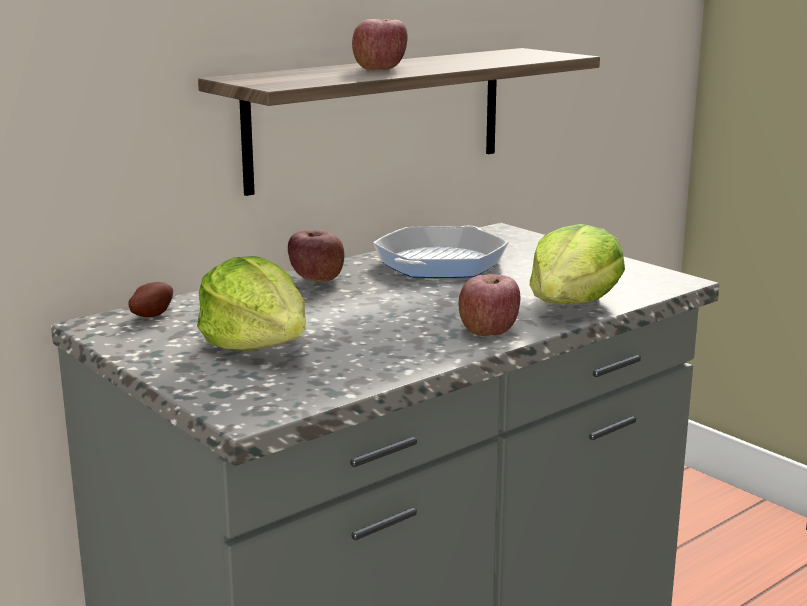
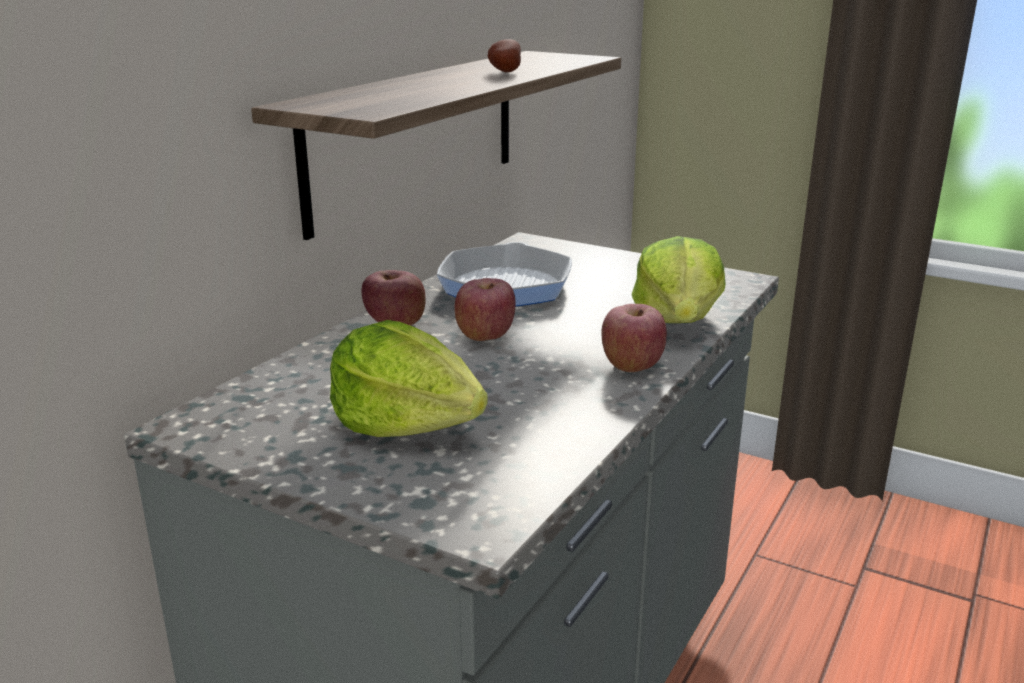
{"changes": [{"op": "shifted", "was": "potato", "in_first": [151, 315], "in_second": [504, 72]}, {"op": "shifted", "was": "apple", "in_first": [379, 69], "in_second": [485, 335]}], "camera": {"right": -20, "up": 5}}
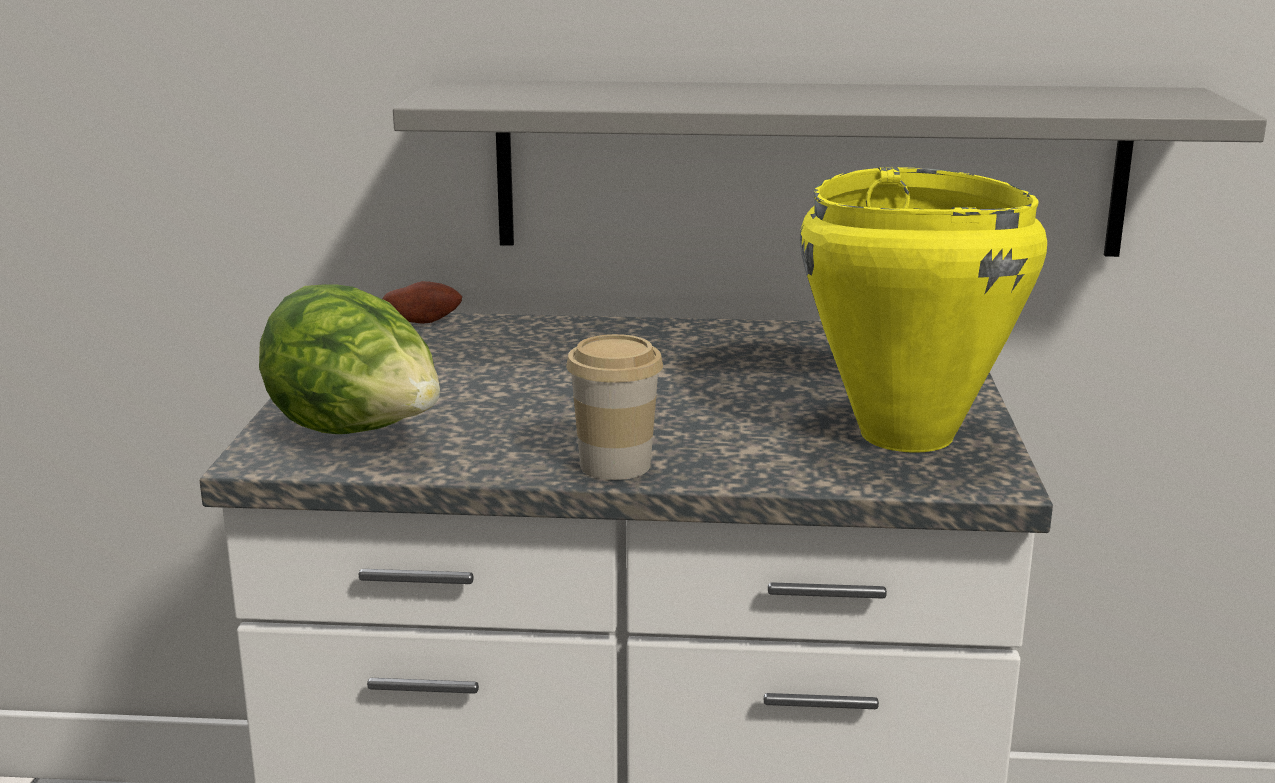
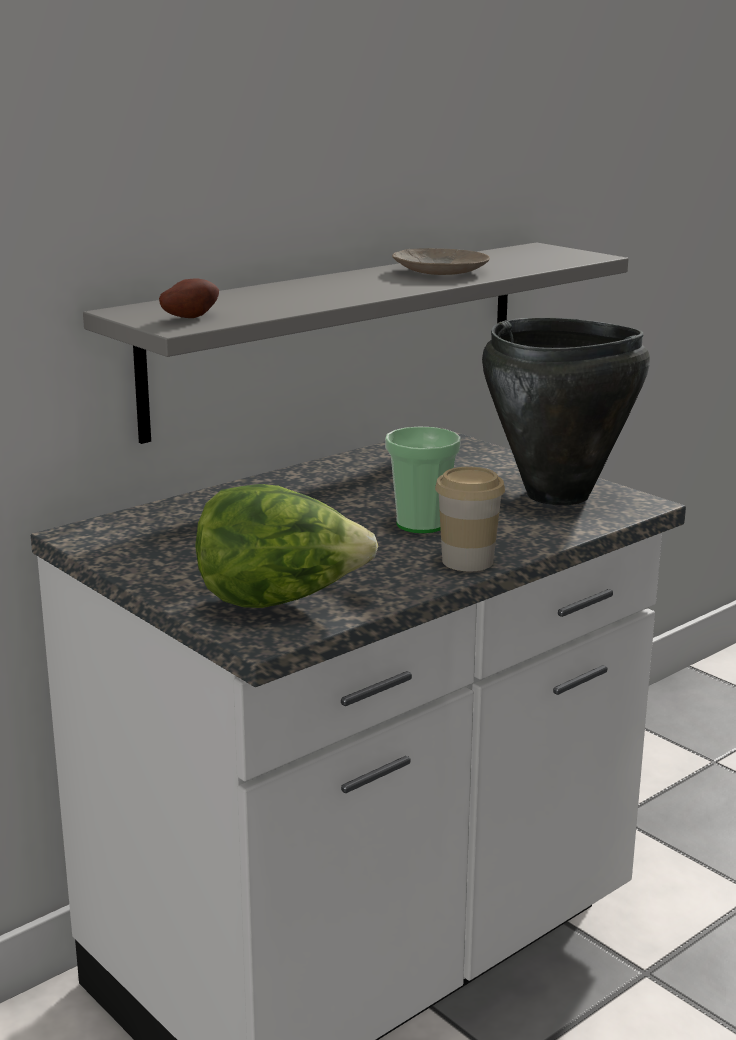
{"changes": [{"op": "new", "now": "cup", "in_second": [421, 524]}, {"op": "new", "now": "beige_plate", "in_second": [439, 271]}, {"op": "shifted", "was": "potato", "in_first": [423, 321], "in_second": [189, 317]}, {"op": "repainted", "was": "yellow_cooking_pot", "now": "black_cooking_pot", "in_first": [905, 435], "in_second": [558, 495]}], "camera": {"right": -45, "up": 0}}
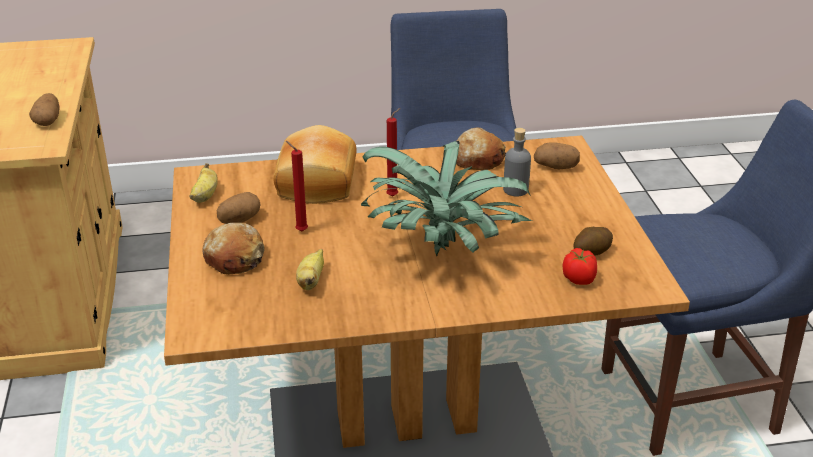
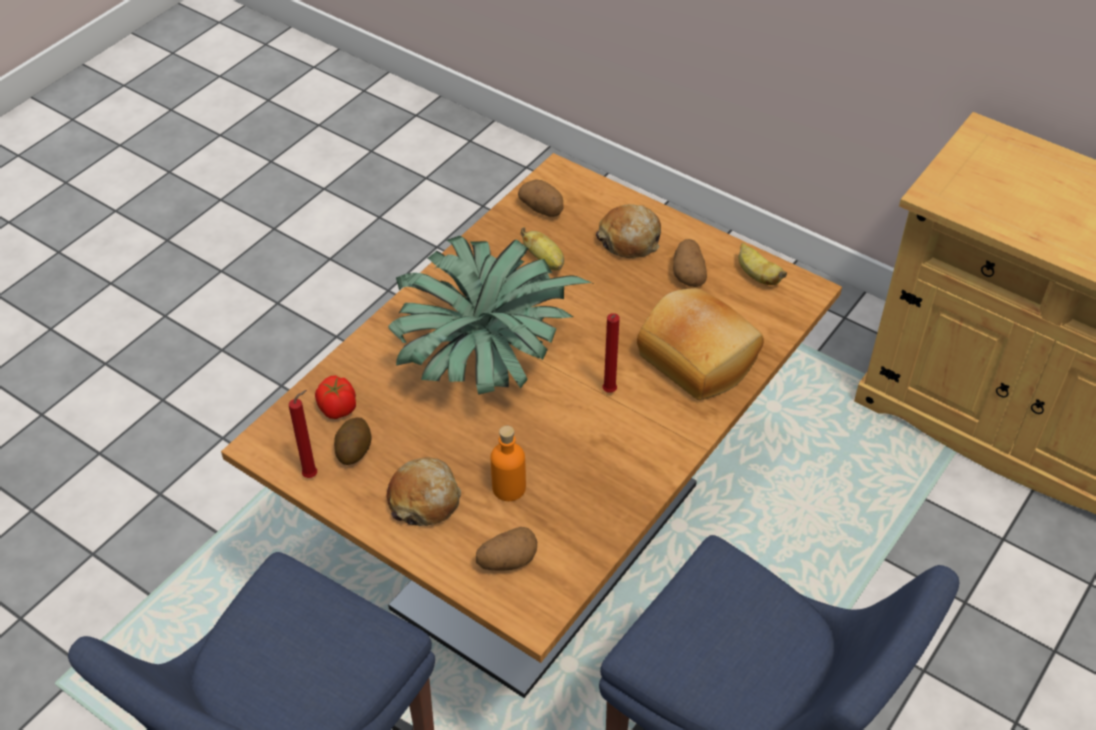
{"changes": [{"op": "shifted", "was": "potato", "in_first": [48, 121], "in_second": [542, 209]}, {"op": "shifted", "was": "red_candle", "in_first": [300, 230], "in_second": [313, 475]}, {"op": "shifted", "was": "bread", "in_first": [477, 159], "in_second": [425, 500]}, {"op": "repainted", "was": "grey_bottle", "now": "orange_bottle", "in_first": [515, 190], "in_second": [509, 488]}], "camera": {"right": 135, "up": 15}}
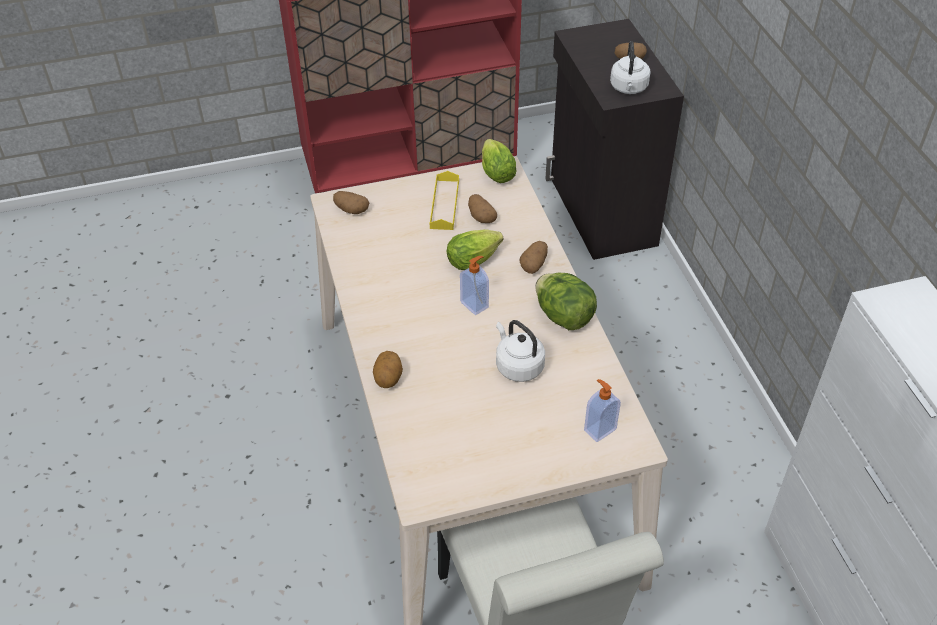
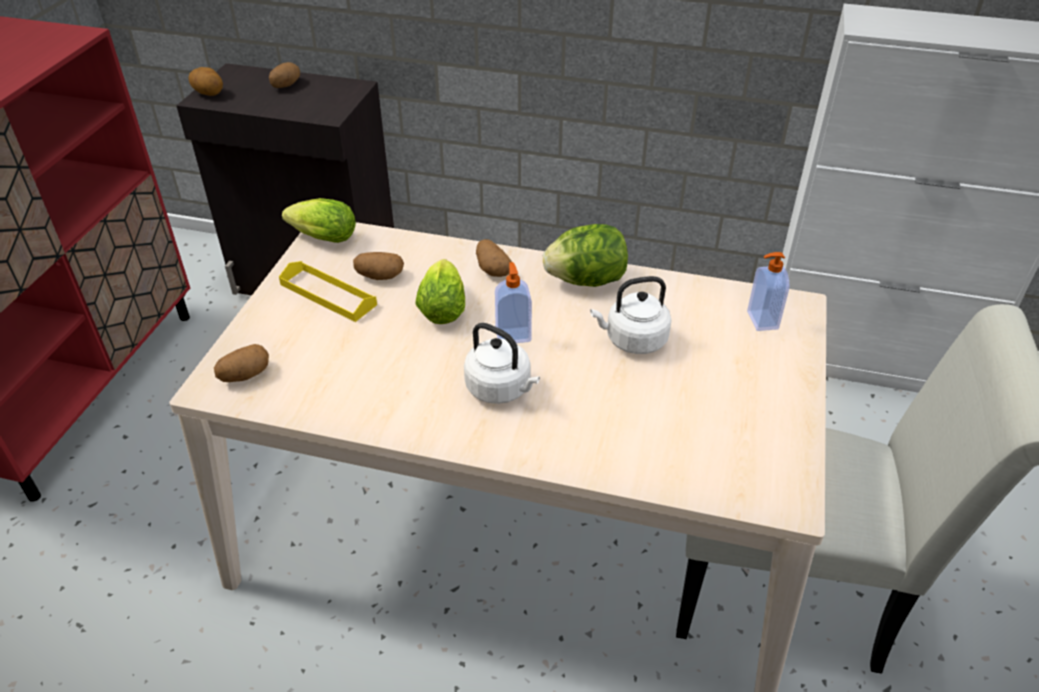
{"changes": [{"op": "shifted", "was": "potato", "in_first": [388, 378], "in_second": [209, 93]}, {"op": "shifted", "was": "white_kettle", "in_first": [628, 88], "in_second": [501, 389]}], "camera": {"right": -60, "up": -5}}
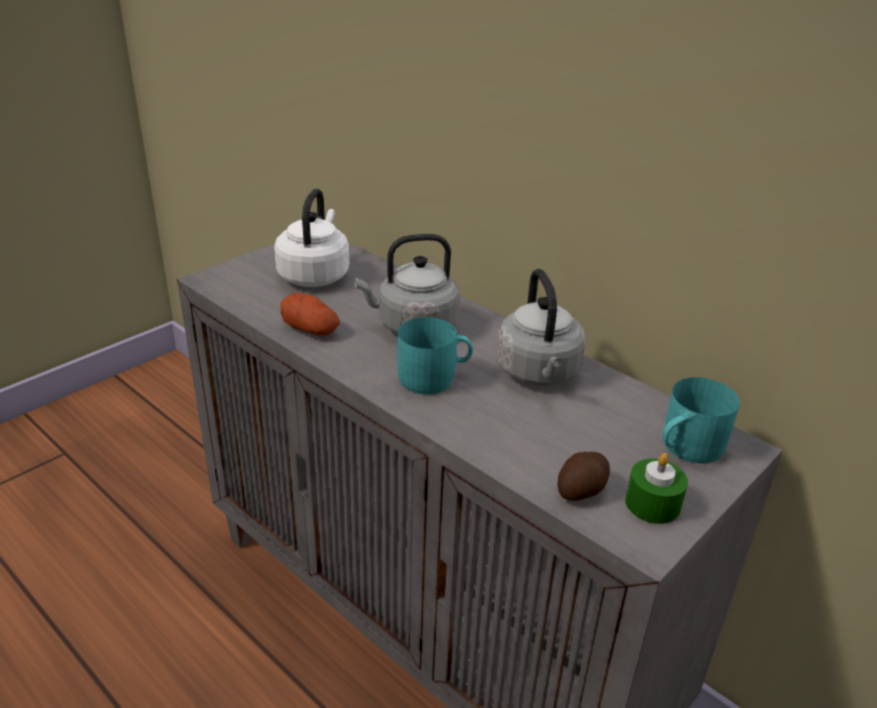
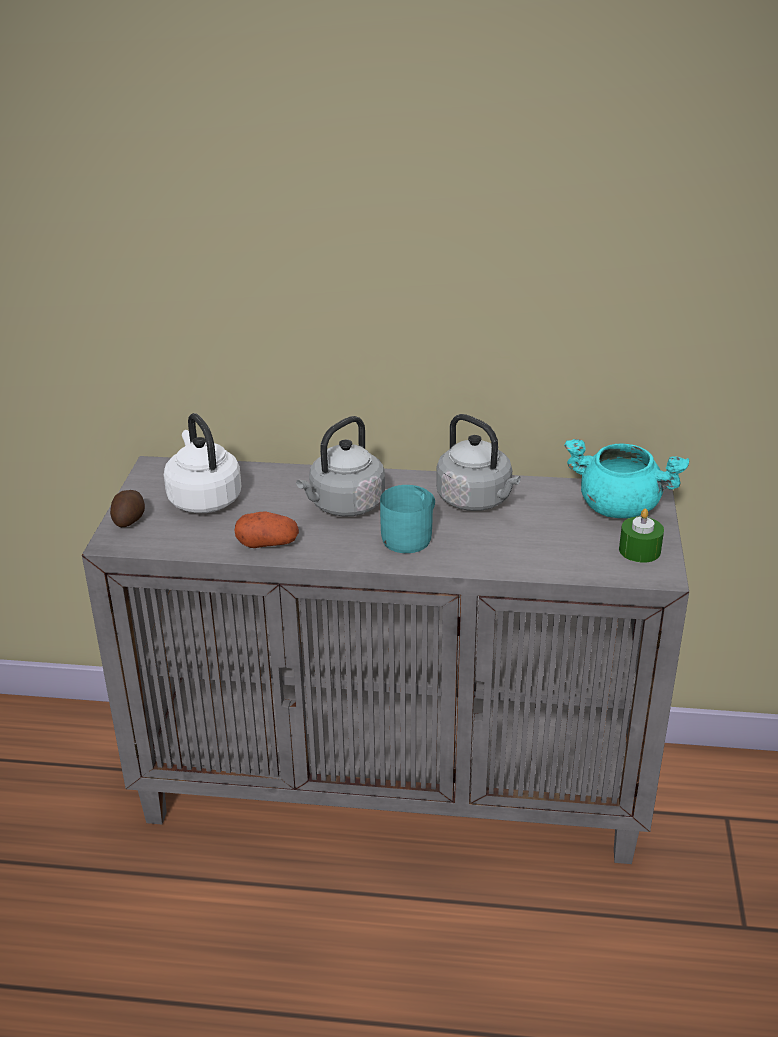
{"changes": [{"op": "shifted", "was": "potato", "in_first": [583, 490], "in_second": [130, 519]}, {"op": "swapped", "was": "turquoise_mug", "now": "turquoise_cooking_pot", "in_first": [686, 447], "in_second": [620, 507]}], "camera": {"right": -35, "up": 0}}
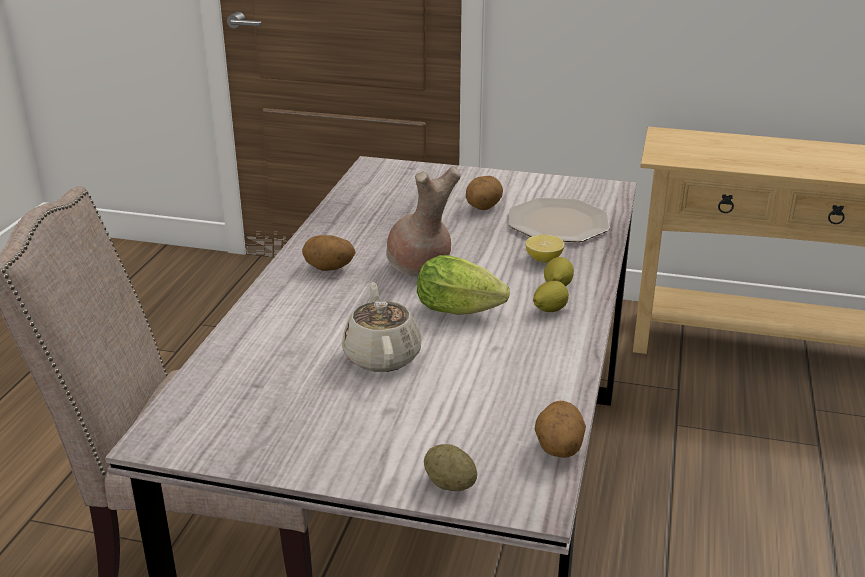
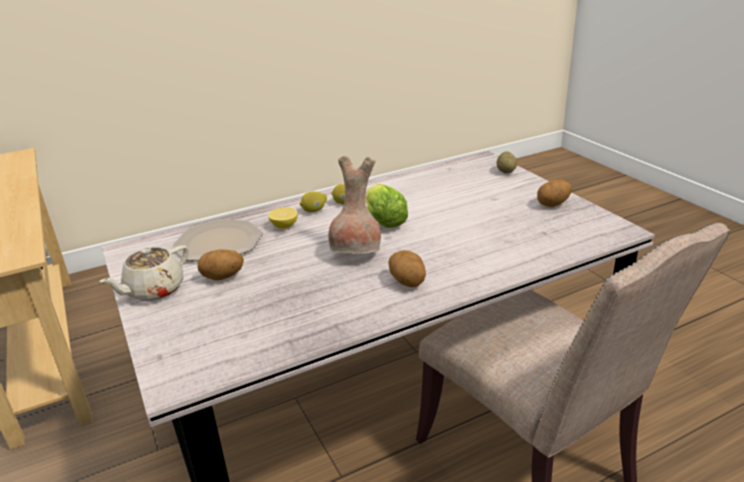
{"changes": [{"op": "shifted", "was": "beige_teapot", "in_first": [382, 356], "in_second": [154, 290]}, {"op": "shifted", "was": "potato", "in_first": [558, 449], "in_second": [553, 205]}], "camera": {"right": -130, "up": 0}}
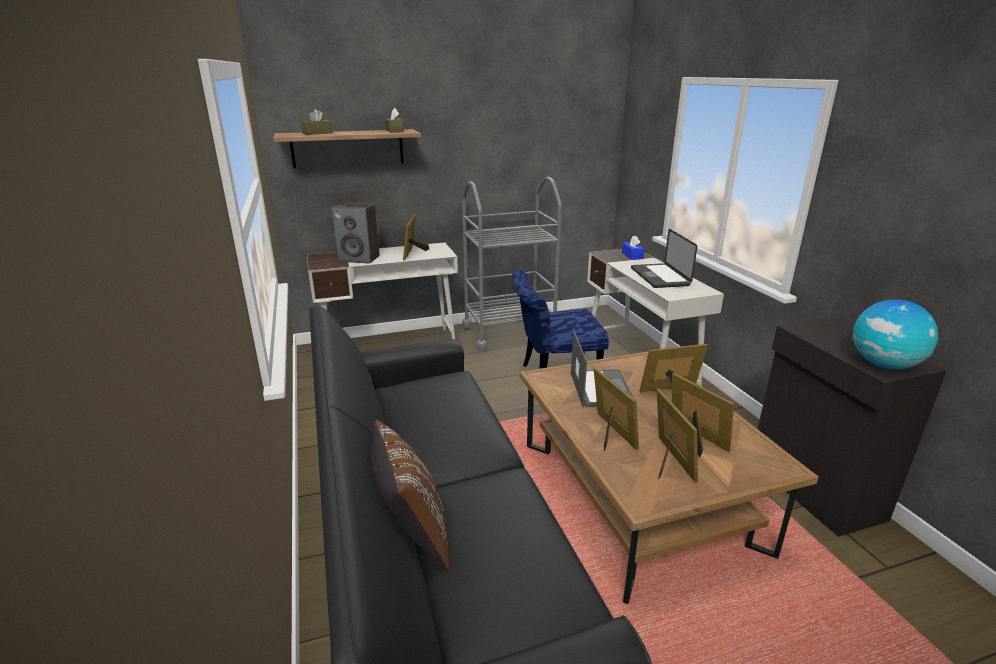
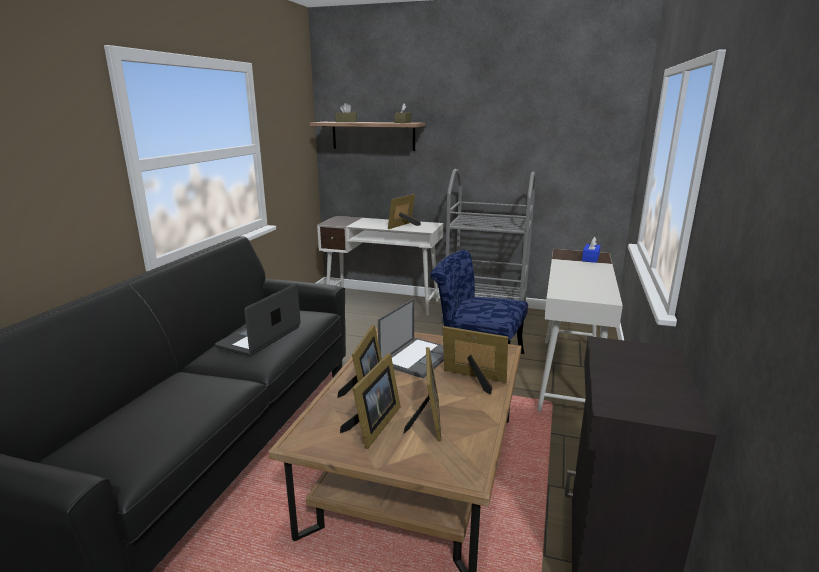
{"changes": [{"op": "gone", "was": "speaker", "in_first": [359, 258]}, {"op": "gone", "was": "brown_pillow", "in_first": [412, 536]}, {"op": "gone", "was": "globe", "in_first": [884, 365]}, {"op": "shifted", "was": "laptop", "in_first": [659, 277], "in_second": [259, 337]}], "camera": {"right": 35, "up": -5}}
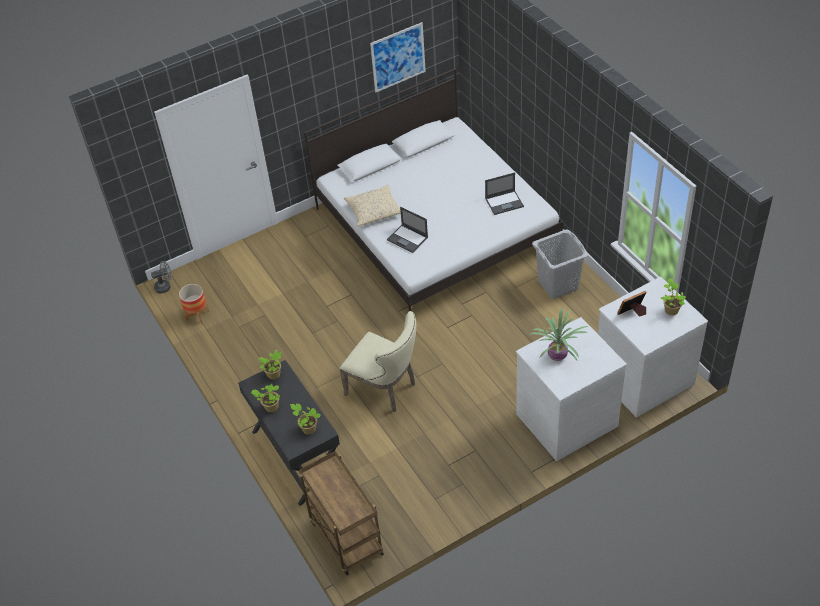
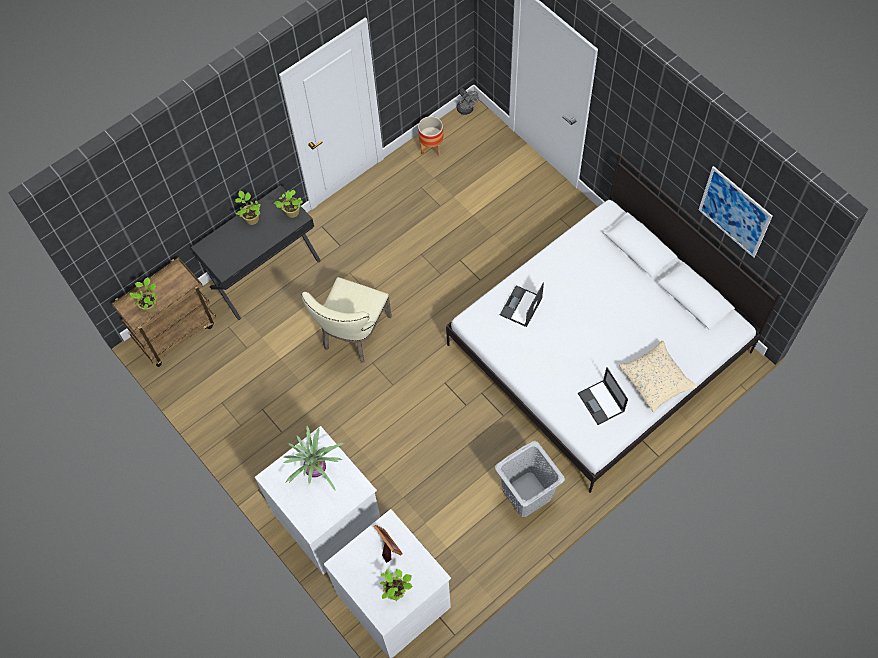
{"changes": [{"op": "shifted", "was": "potted_plant", "in_first": [307, 428], "in_second": [150, 306]}, {"op": "shifted", "was": "beige_pillow", "in_first": [374, 211], "in_second": [656, 380]}], "camera": {"right": 80, "up": 15}}
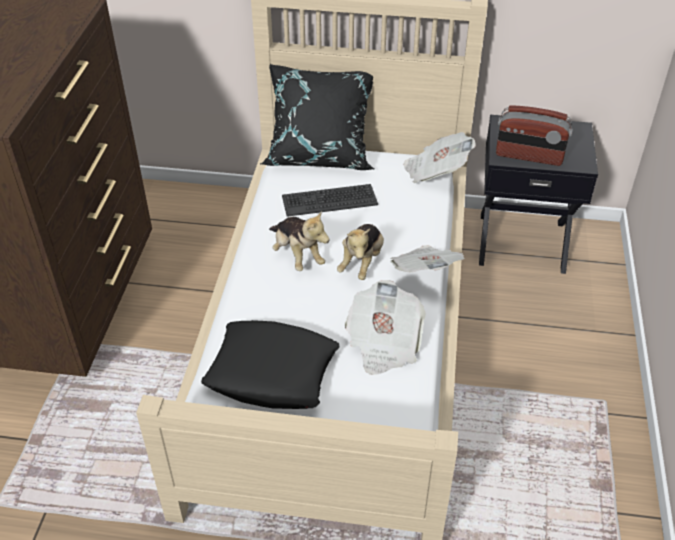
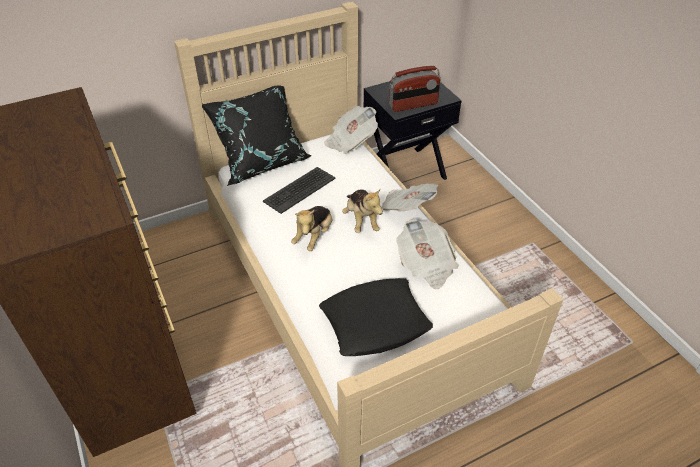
{"changes": [{"op": "rotated", "was": "plush_toy", "in_first": [297, 255], "in_second": [314, 236], "clockwise": 90}], "camera": {"right": -35, "up": 0}}
